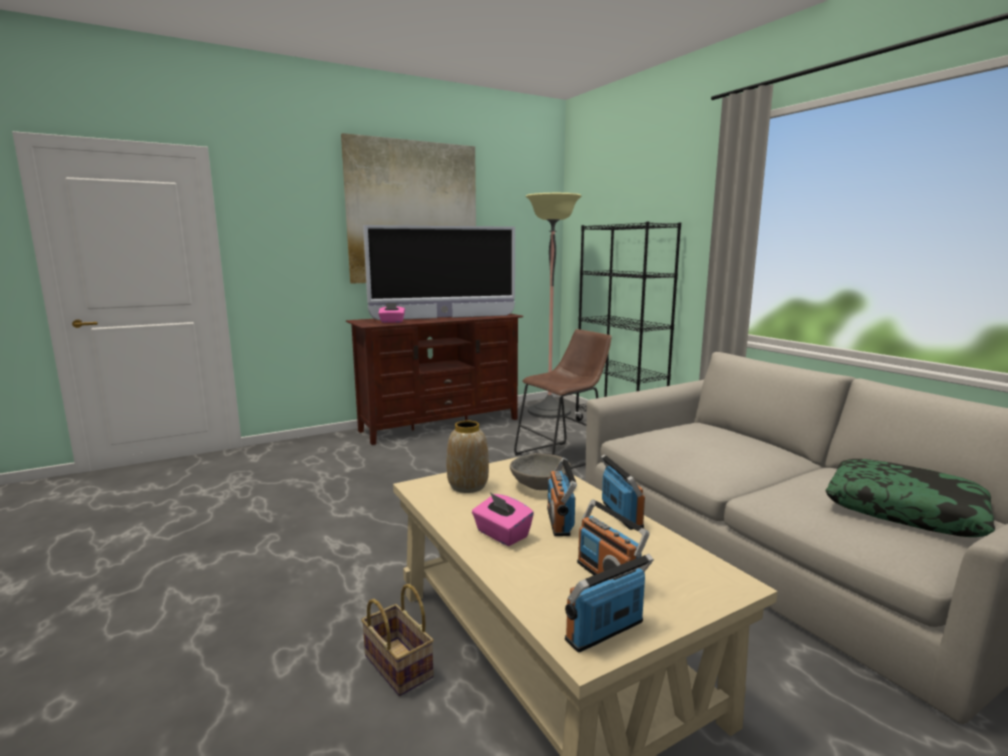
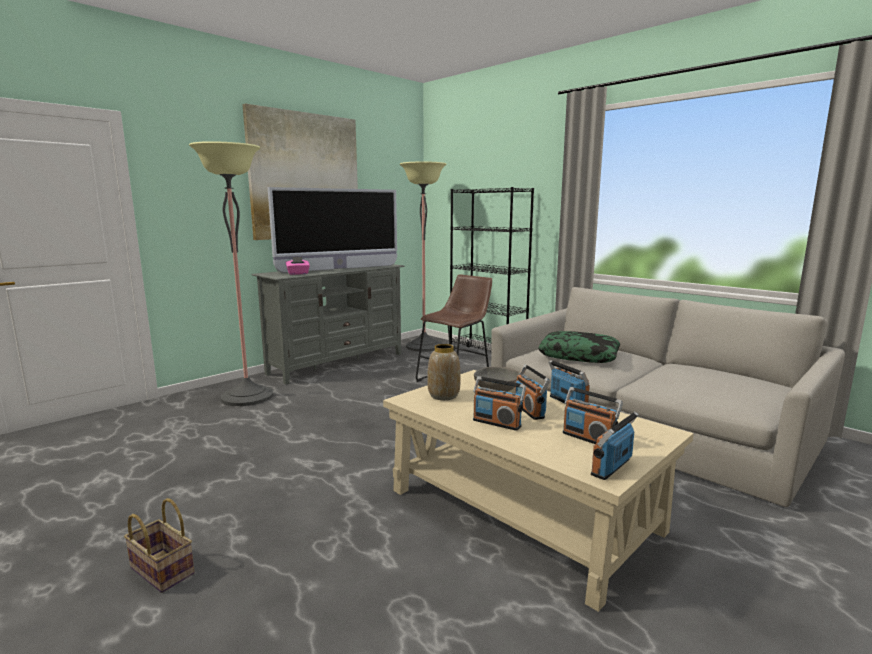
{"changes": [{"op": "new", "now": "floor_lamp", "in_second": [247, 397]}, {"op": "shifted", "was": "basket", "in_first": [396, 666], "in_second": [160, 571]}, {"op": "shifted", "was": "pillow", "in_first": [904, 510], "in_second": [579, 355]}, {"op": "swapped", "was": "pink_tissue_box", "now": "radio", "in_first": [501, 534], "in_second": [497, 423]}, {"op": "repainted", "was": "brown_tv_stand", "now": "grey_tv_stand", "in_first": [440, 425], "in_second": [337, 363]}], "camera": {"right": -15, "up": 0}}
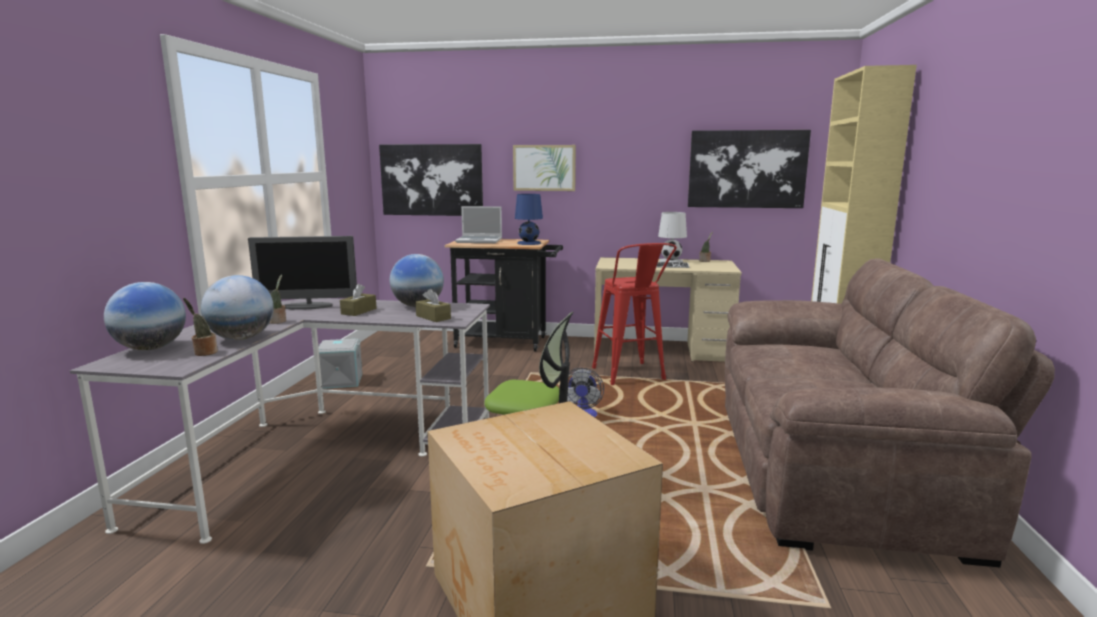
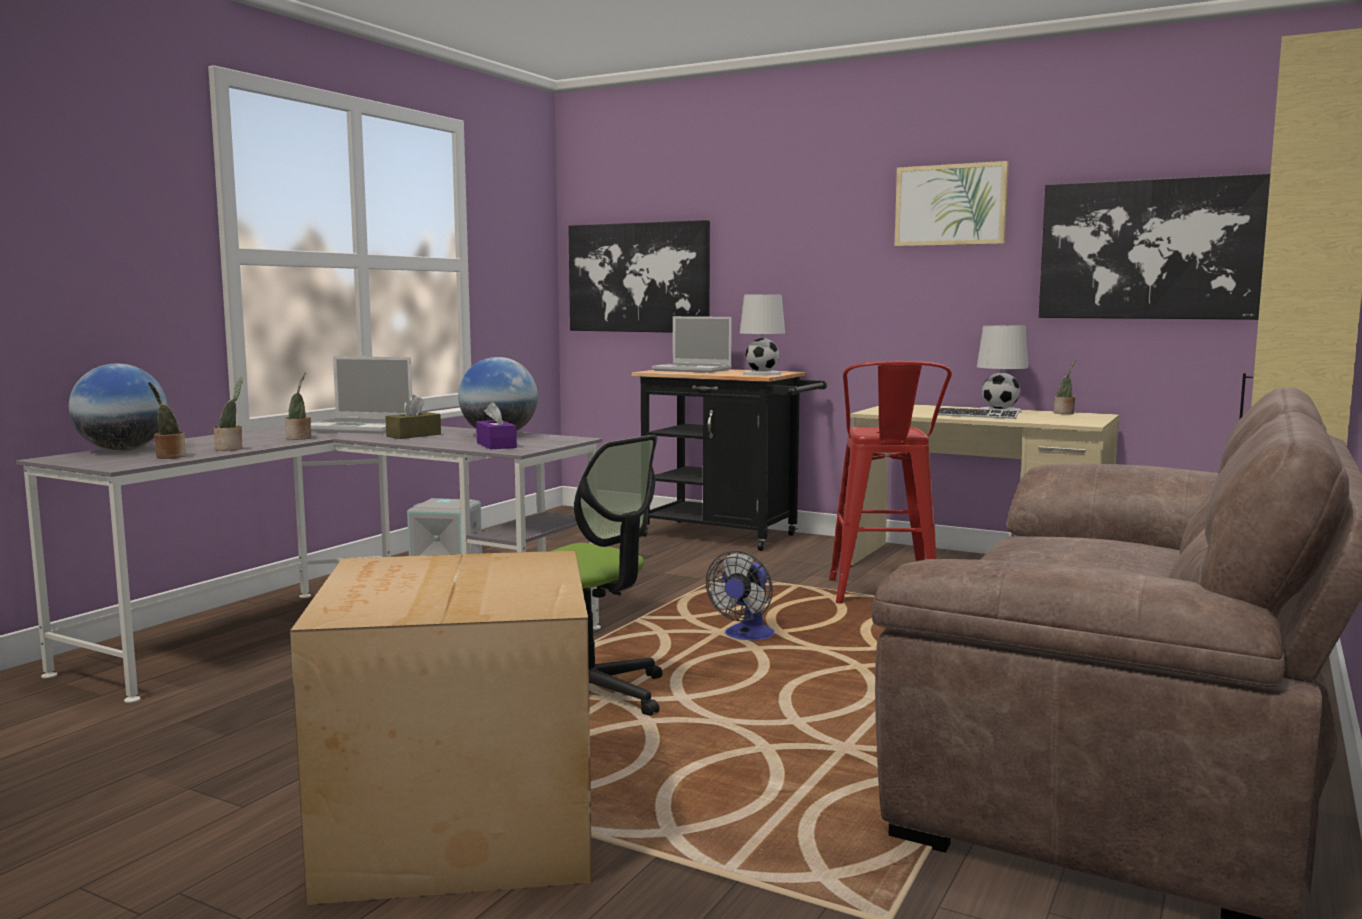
{"changes": [{"op": "shifted", "was": "picture", "in_first": [544, 168], "in_second": [950, 205]}, {"op": "swapped", "was": "globe", "now": "potted_plant", "in_first": [241, 338], "in_second": [231, 449]}, {"op": "swapped", "was": "monitor", "now": "laptop", "in_first": [308, 306], "in_second": [361, 428]}, {"op": "repainted", "was": "brown_tissue_box", "now": "purple_tissue_box", "in_first": [433, 317], "in_second": [496, 445]}, {"op": "repainted", "was": "blue_table_lamp", "now": "white_table_lamp", "in_first": [528, 243], "in_second": [761, 374]}], "camera": {"right": 20, "up": -5}}
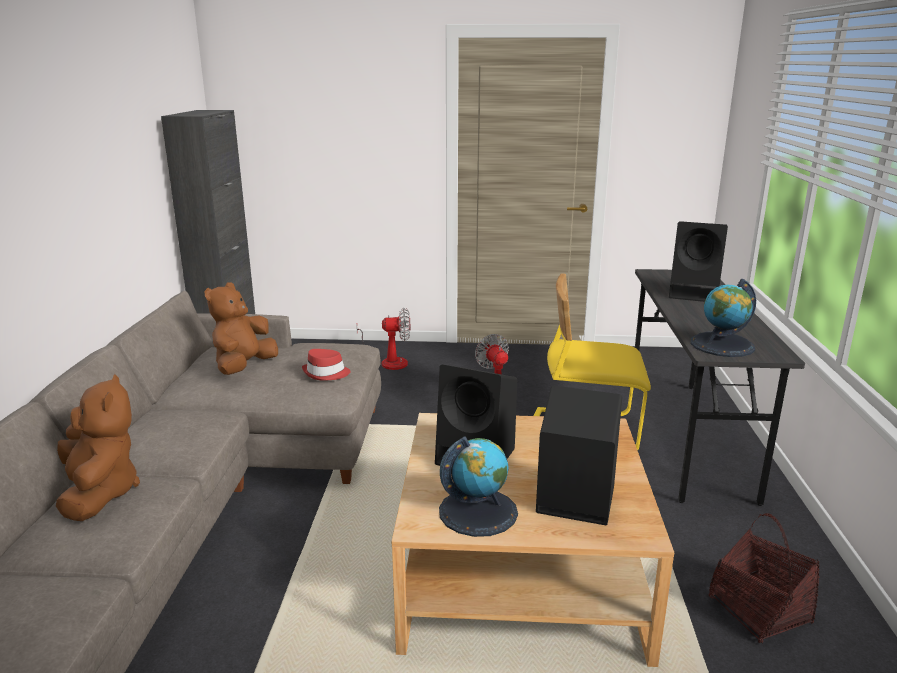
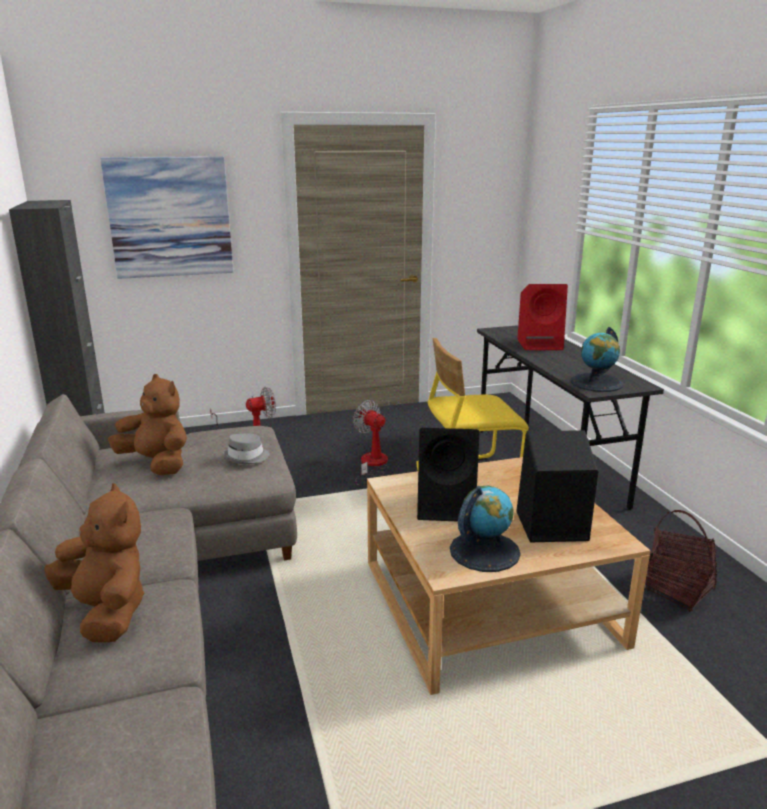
{"changes": [{"op": "new", "now": "picture", "in_second": [170, 217]}, {"op": "repainted", "was": "red_hat", "now": "grey_hat", "in_first": [326, 373], "in_second": [247, 457]}, {"op": "repainted", "was": "black_speaker", "now": "red_speaker", "in_first": [695, 294], "in_second": [541, 344]}, {"op": "rotated", "was": "brown_plush_toy", "in_first": [244, 367], "in_second": [157, 464], "clockwise": 120}], "camera": {"right": -20, "up": 0}}
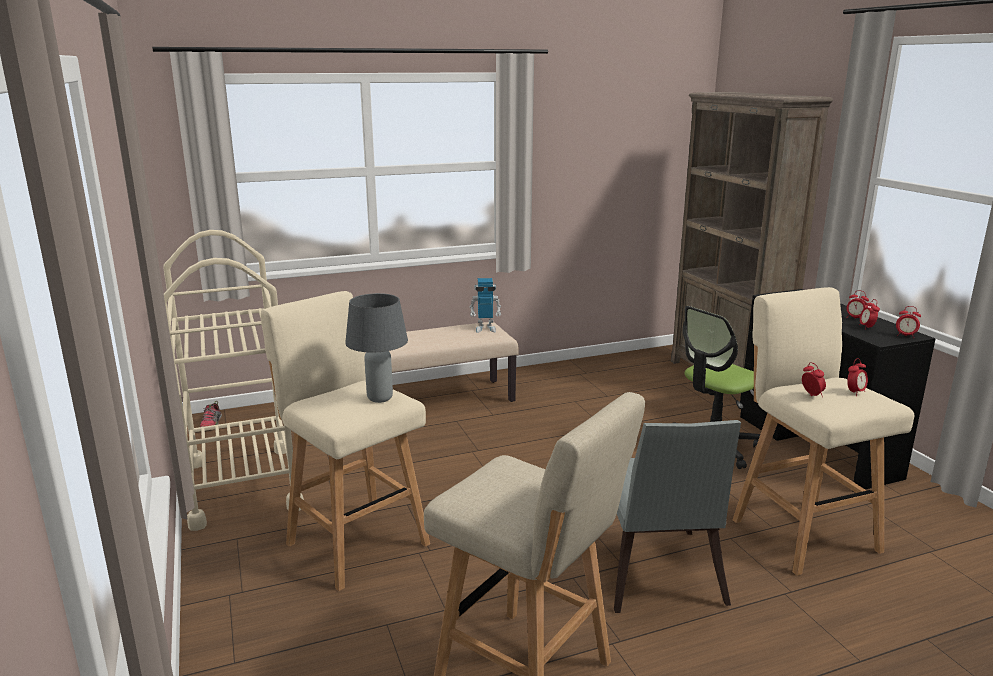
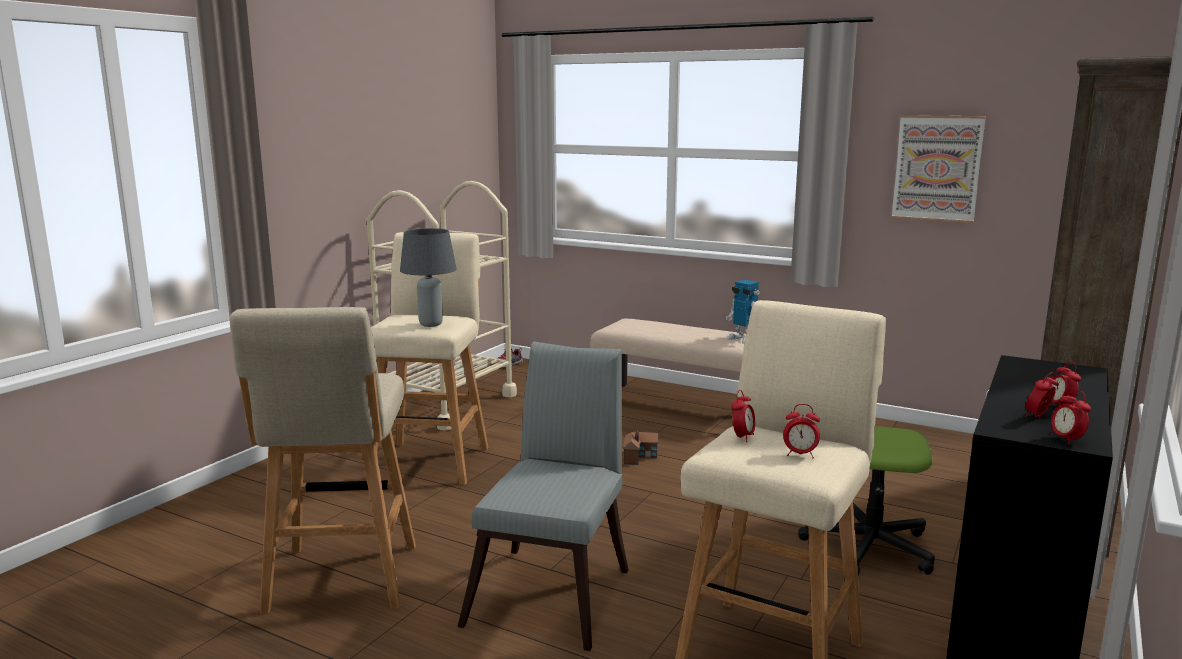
{"changes": [{"op": "new", "now": "toy_house", "in_second": [640, 456]}, {"op": "new", "now": "picture", "in_second": [937, 168]}, {"op": "rotated", "was": "grey_chair", "in_first": [656, 576], "in_second": [555, 591], "clockwise": 150}], "camera": {"right": 50, "up": -5}}
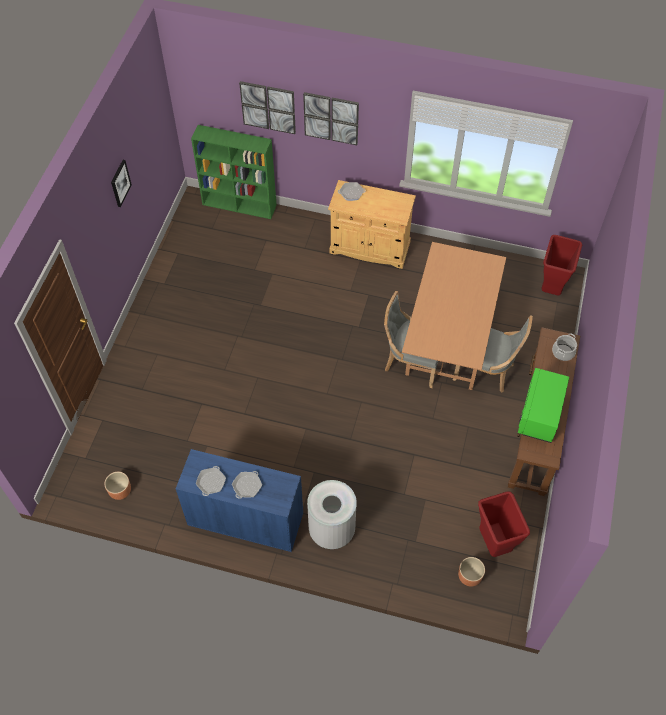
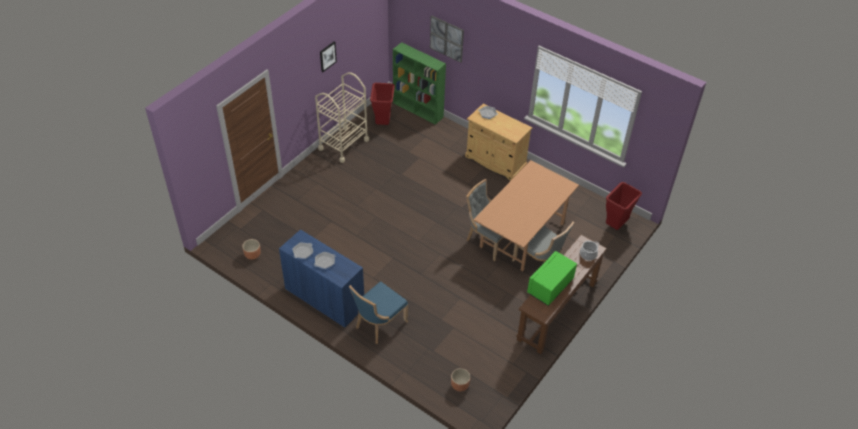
{"changes": [{"op": "gone", "was": "picture", "in_first": [331, 118]}, {"op": "new", "now": "beige_cart", "in_second": [343, 144]}, {"op": "shifted", "was": "red_trash_can", "in_first": [493, 543], "in_second": [382, 122]}, {"op": "swapped", "was": "grey_trash_can", "now": "blue_chair", "in_first": [331, 530], "in_second": [379, 324]}], "camera": {"right": 20, "up": -10}}
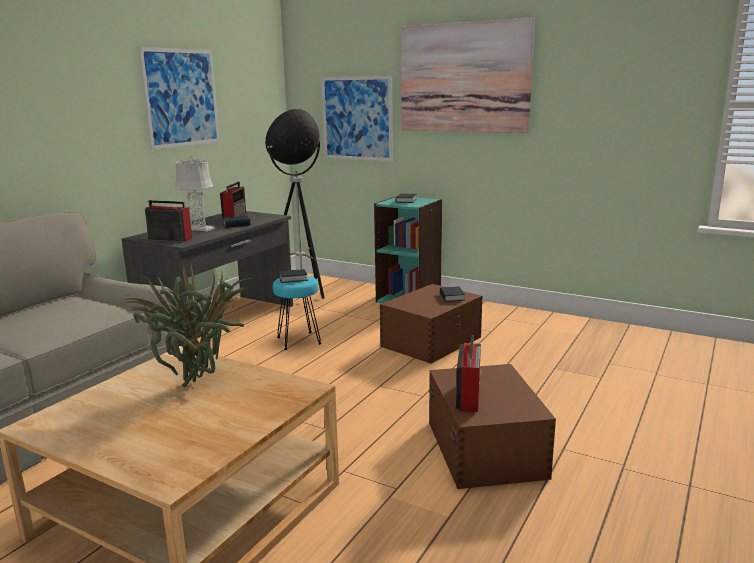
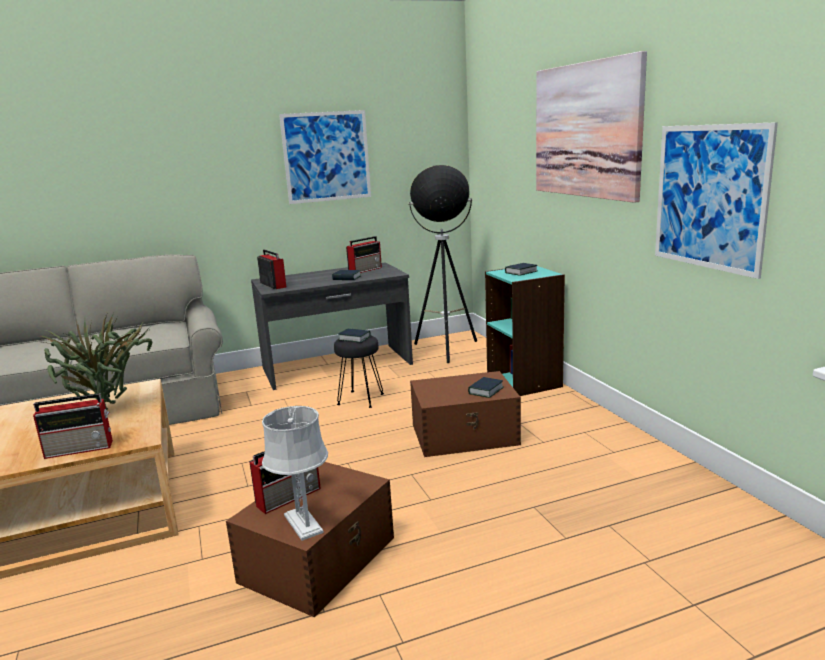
{"changes": [{"op": "new", "now": "radio", "in_second": [81, 448]}, {"op": "shifted", "was": "grey_table_lamp", "in_first": [198, 229], "in_second": [303, 523]}, {"op": "shifted", "was": "picture", "in_first": [357, 118], "in_second": [709, 197]}, {"op": "repainted", "was": "turquoise_stool", "now": "black_stool", "in_first": [298, 341], "in_second": [360, 399]}], "camera": {"right": 40, "up": 0}}
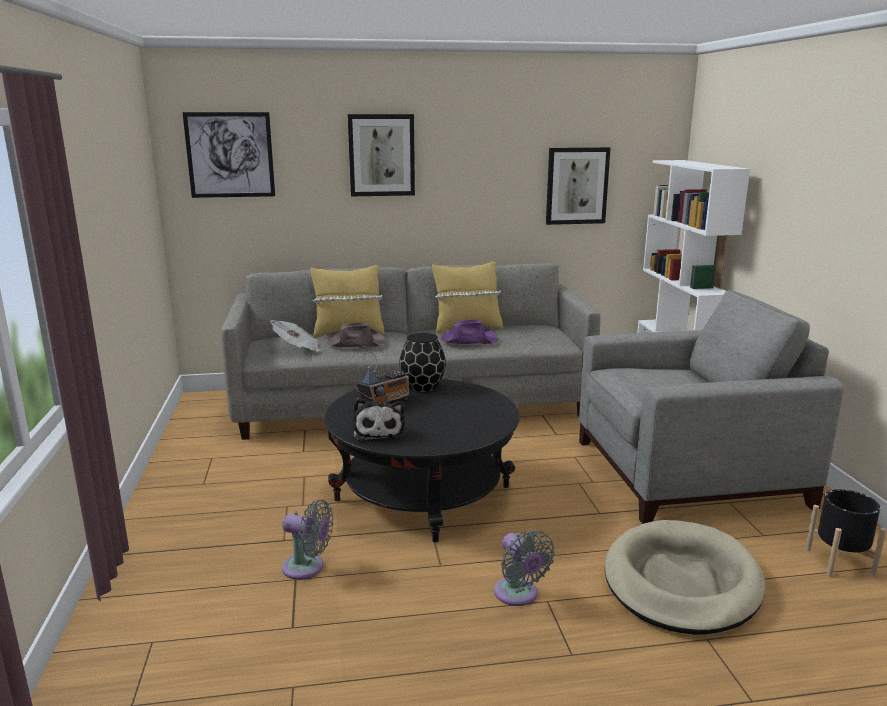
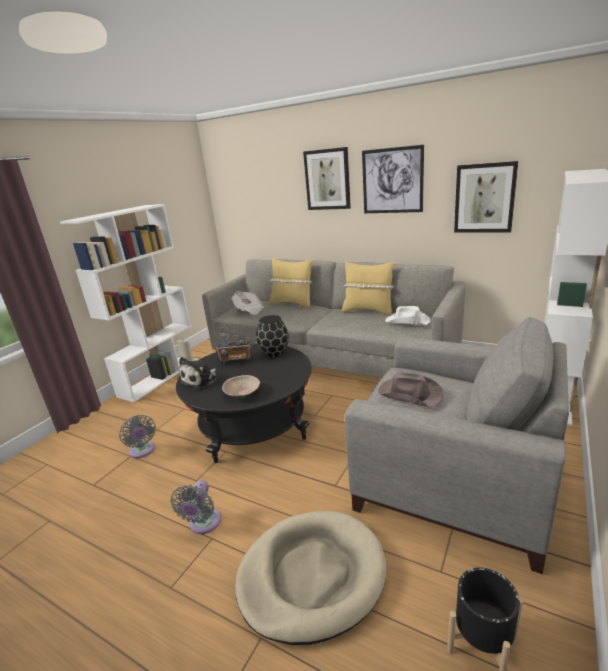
{"changes": [{"op": "gone", "was": "purple_hat", "in_first": [468, 340]}, {"op": "new", "now": "white_bookcase", "in_second": [160, 377]}, {"op": "new", "now": "beige_bowl", "in_second": [242, 394]}, {"op": "new", "now": "white_hat", "in_second": [408, 321]}, {"op": "shifted", "was": "picture", "in_first": [230, 155], "in_second": [392, 181]}, {"op": "shifted", "was": "brown_hat", "in_first": [355, 343], "in_second": [409, 393]}], "camera": {"right": 40, "up": 5}}
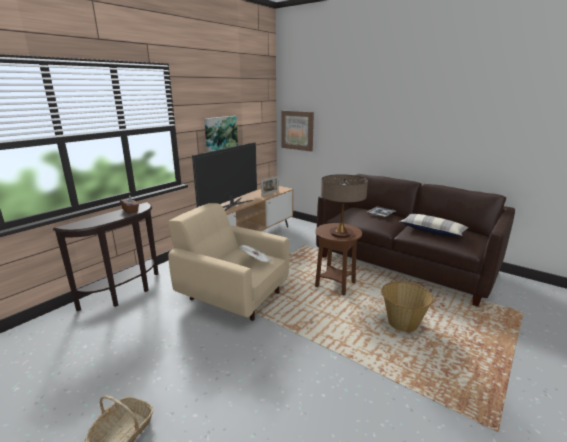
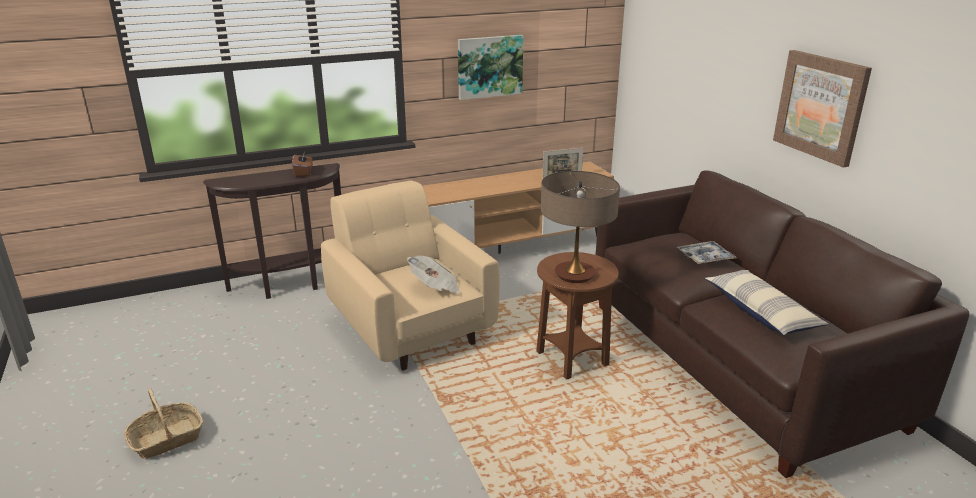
{"changes": [{"op": "gone", "was": "television", "in_first": [231, 205]}, {"op": "gone", "was": "basket", "in_first": [402, 323]}, {"op": "shifted", "was": "picture", "in_first": [297, 130], "in_second": [821, 106]}], "camera": {"right": 30, "up": 5}}
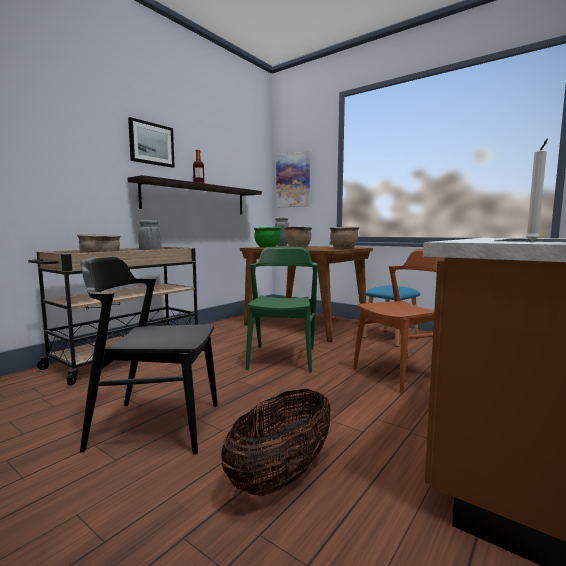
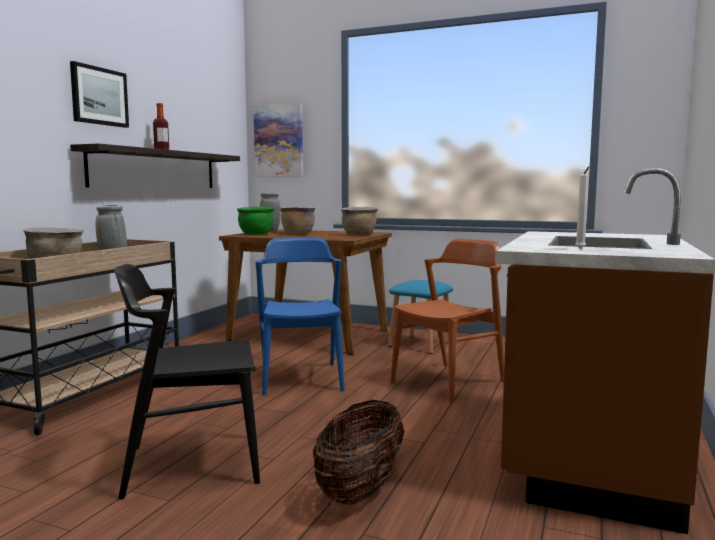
{"changes": [{"op": "repainted", "was": "green_chair", "now": "blue_chair", "in_first": [282, 358], "in_second": [301, 378]}], "camera": {"right": -15, "up": 0}}
